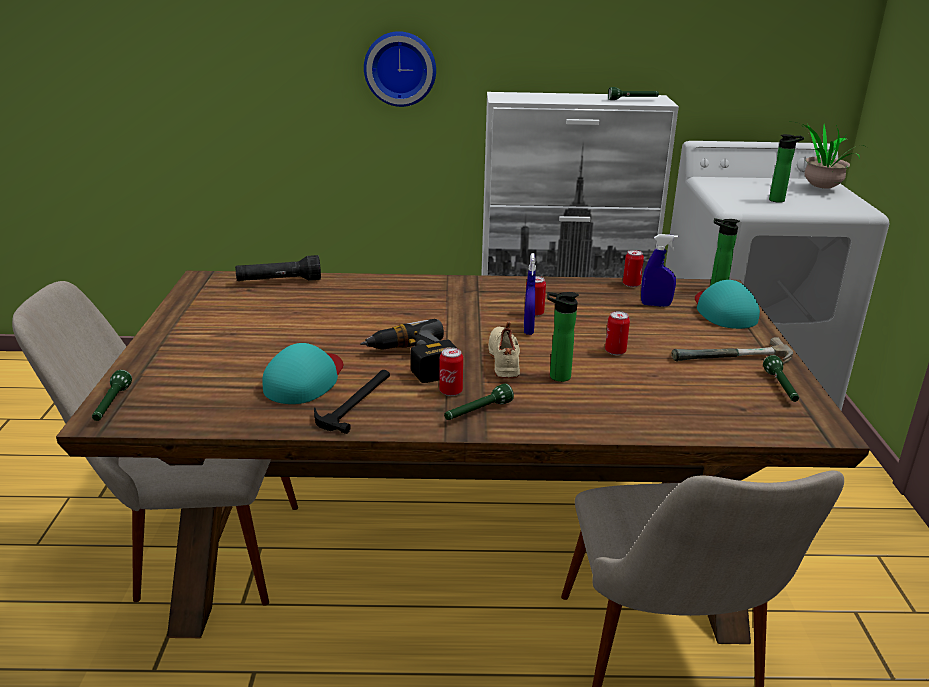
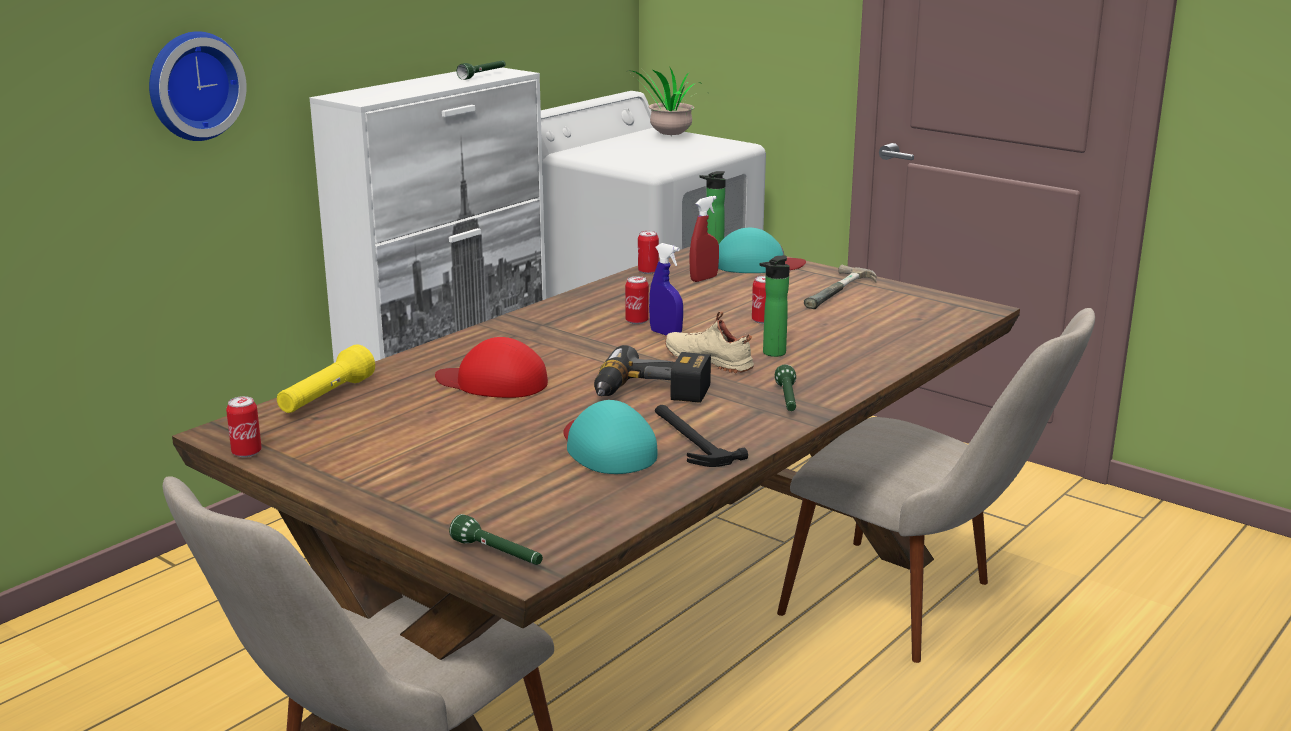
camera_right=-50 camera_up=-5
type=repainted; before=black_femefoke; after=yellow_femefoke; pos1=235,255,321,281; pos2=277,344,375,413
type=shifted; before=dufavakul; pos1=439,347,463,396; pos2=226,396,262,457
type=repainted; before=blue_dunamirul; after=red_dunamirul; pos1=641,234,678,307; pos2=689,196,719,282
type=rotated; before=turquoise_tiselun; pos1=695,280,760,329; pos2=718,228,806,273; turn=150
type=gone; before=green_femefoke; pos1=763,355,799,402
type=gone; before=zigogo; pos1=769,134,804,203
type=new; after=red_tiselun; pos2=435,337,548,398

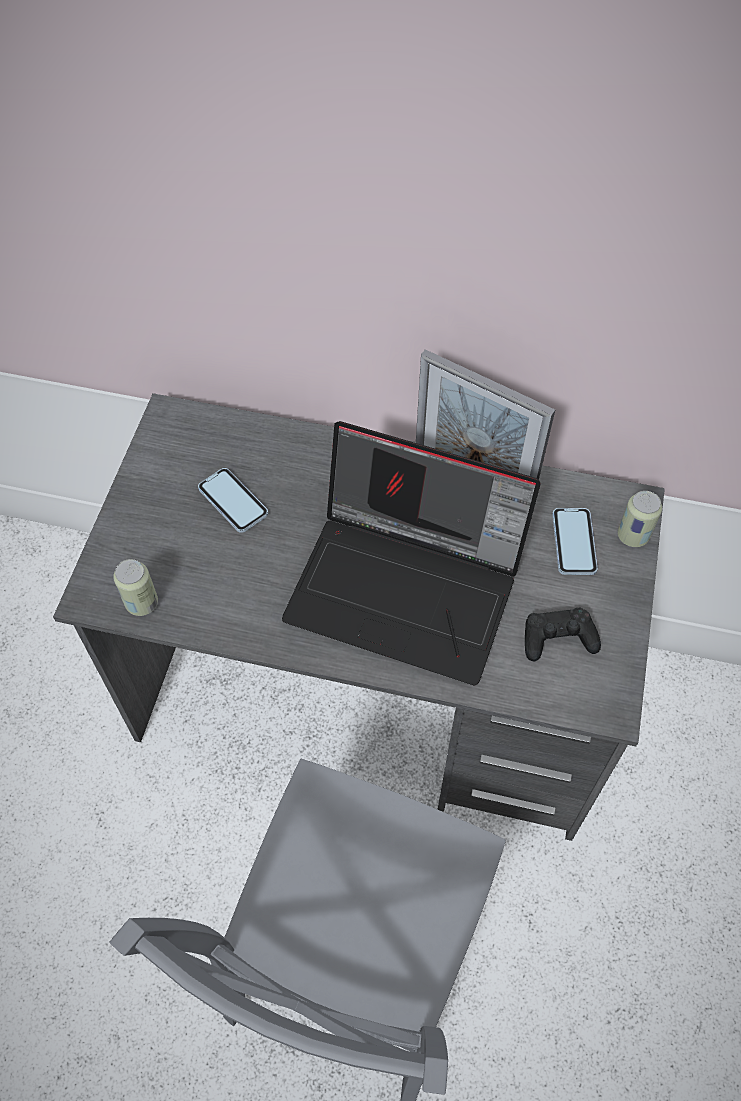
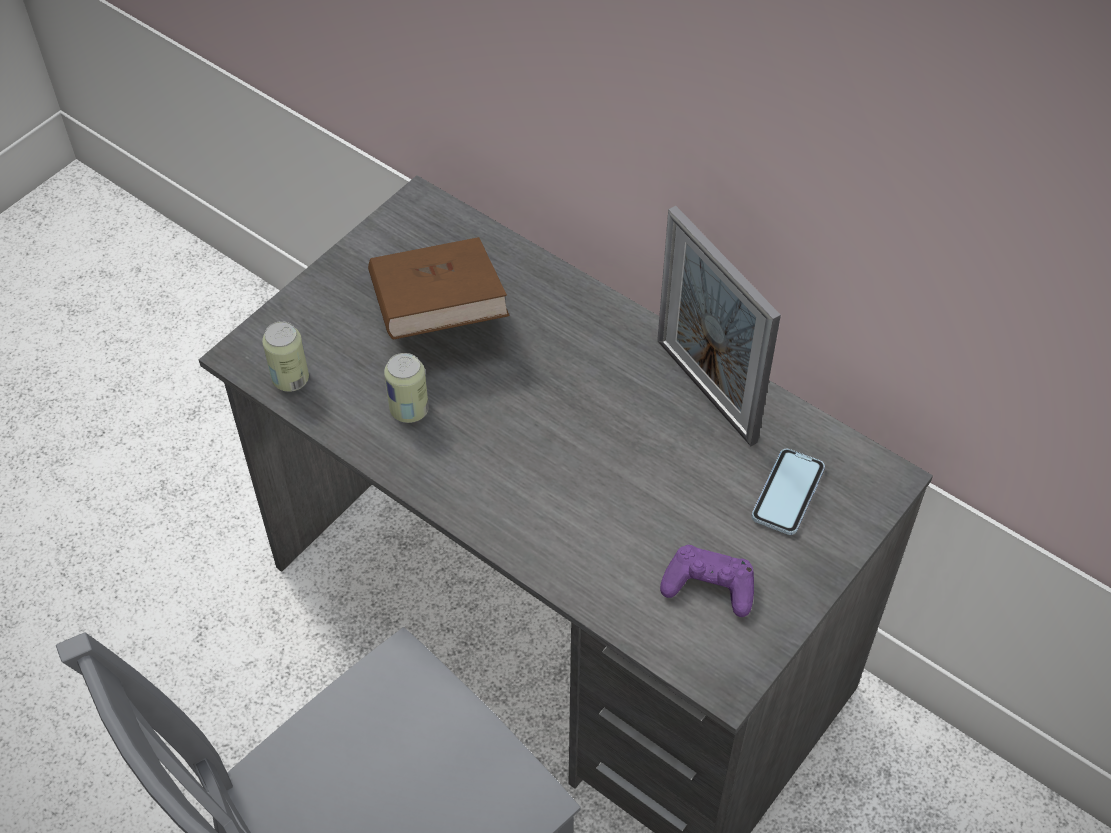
camera_right=25 camera_up=-5
type=swapped; before=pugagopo; after=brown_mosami; pos1=198,468,268,533; pos2=368,237,510,340
type=gone; before=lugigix; pos1=282,421,541,685
type=repainted; before=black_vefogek; after=purple_vefogek; pos1=525,608,601,661; pos2=660,545,754,617
type=shifted; before=dufavakul; pos1=617,491,662,547; pos2=384,353,429,423

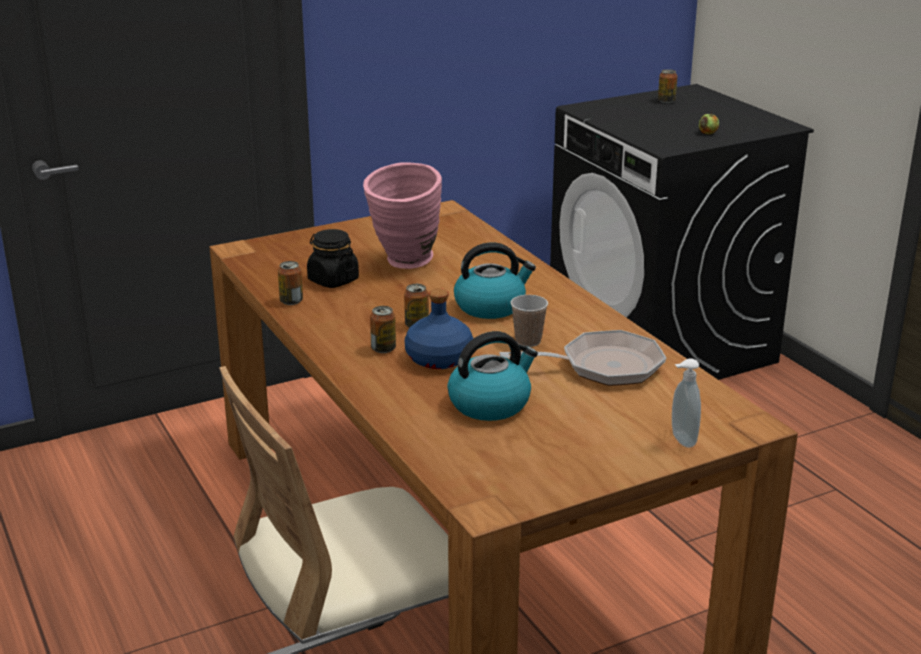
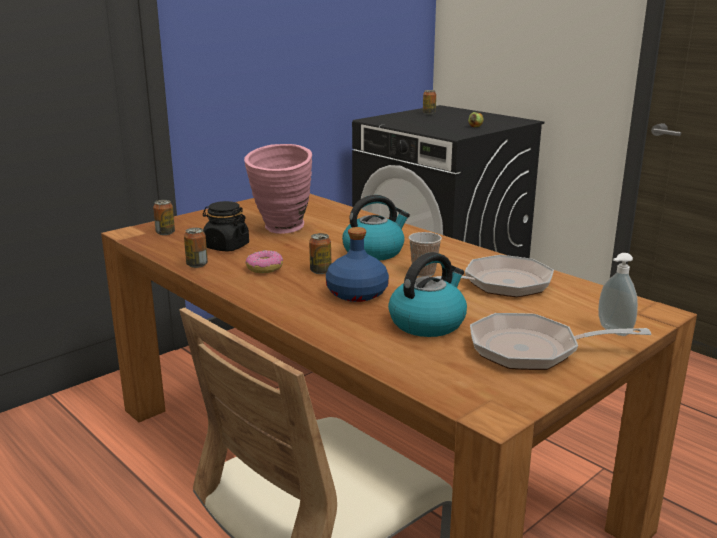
camera_right=-15 camera_up=-5
type=shifted; before=dufavakul; pos1=370,306,396,353; pos2=153,200,175,235
type=new; after=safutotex; pos2=246,250,283,273
type=new; after=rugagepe; pos2=470,313,651,370

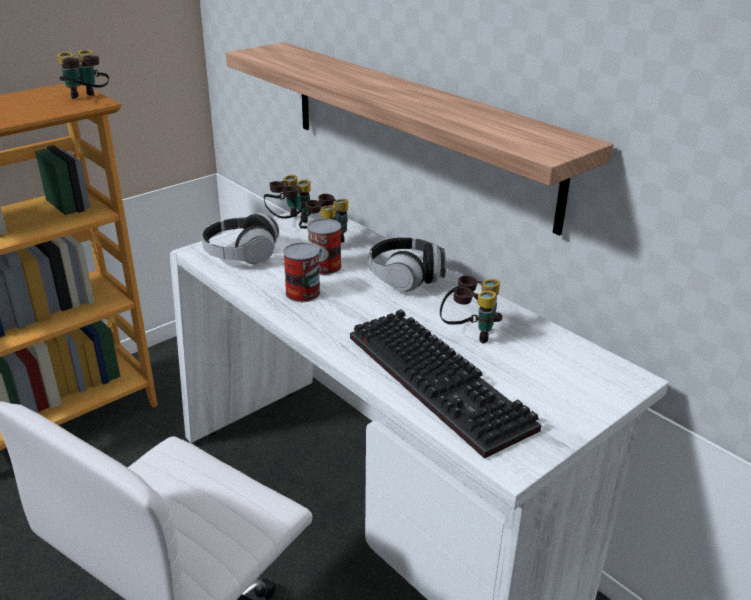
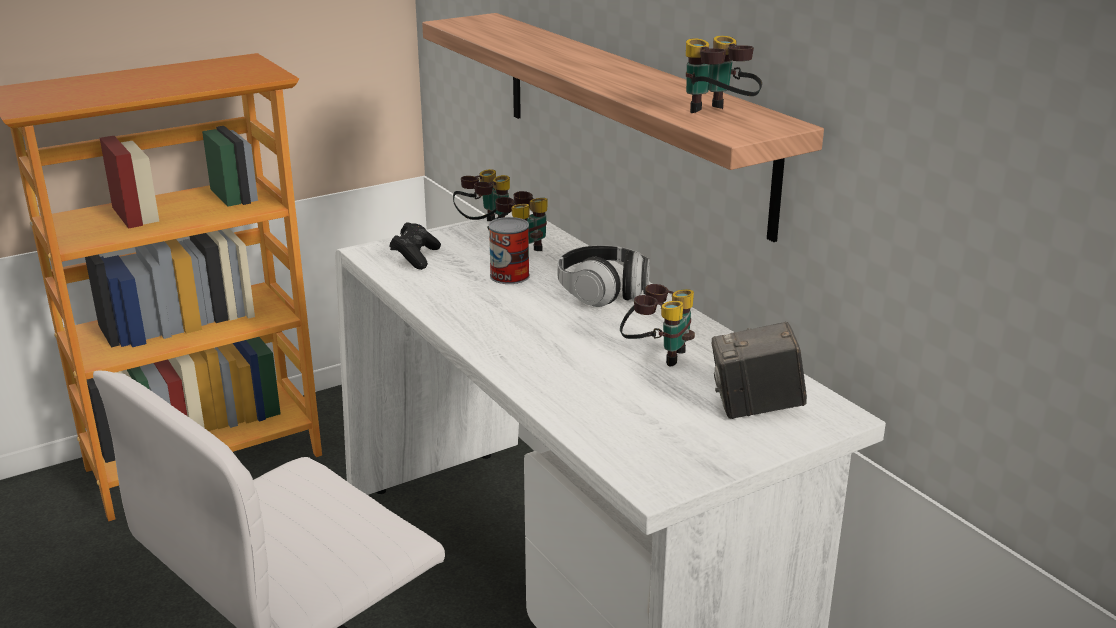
camera_right=10 camera_up=-5
type=shifted; before=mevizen; pos1=58,50,109,99; pos2=686,36,762,113
type=swapped; before=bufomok; after=black_vefogek; pos1=202,213,279,264; pos2=389,222,441,270
type=gone; before=dufavakul; pos1=283,242,320,302
type=gone; before=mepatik; pos1=350,309,541,459
type=new; after=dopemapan; pos2=712,321,807,419

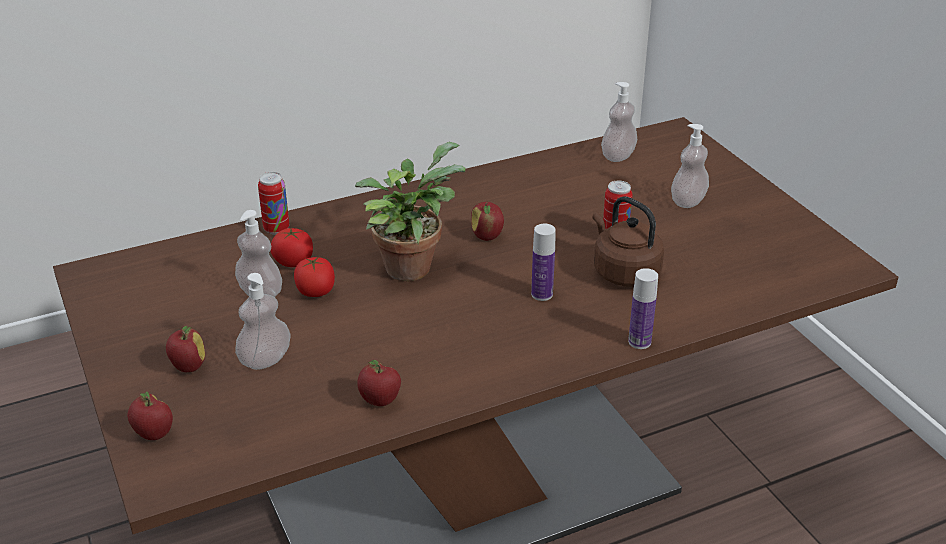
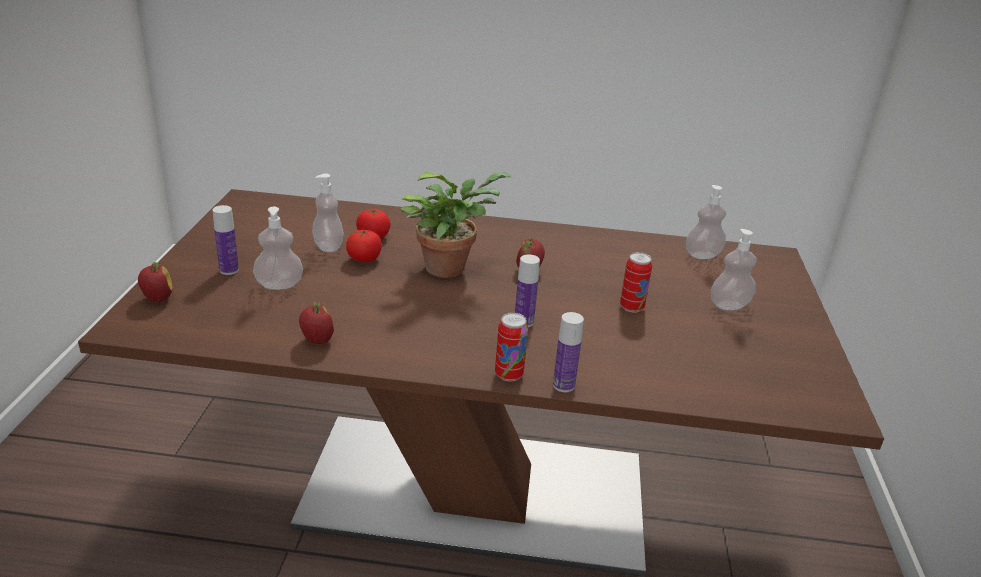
camera_right=30 camera_up=-5
type=swapped; before=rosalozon; after=zigogo; pos1=166,326,205,372; pos2=213,205,239,275
type=shifted; before=dufavakul; pos1=258,172,289,235; pos2=495,313,528,382
type=gone; before=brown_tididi; pos1=593,196,664,287

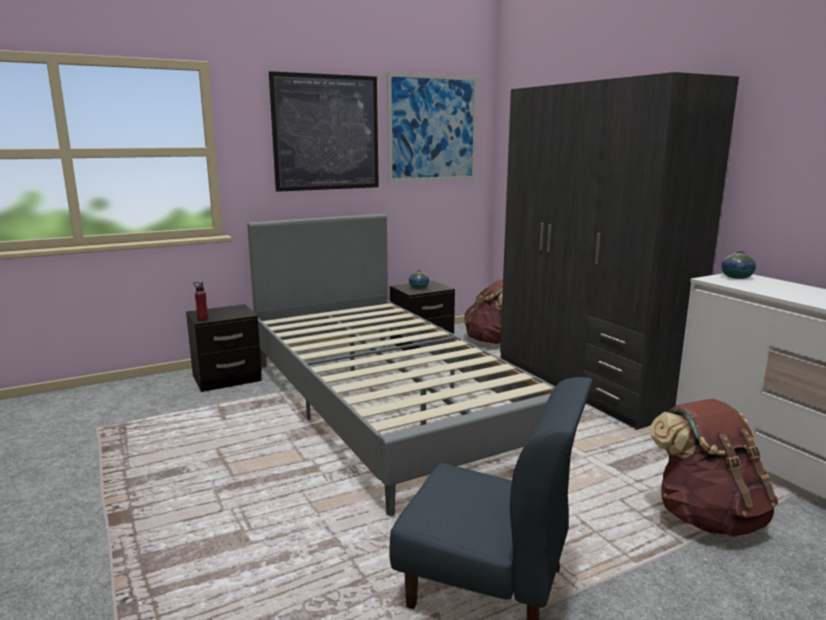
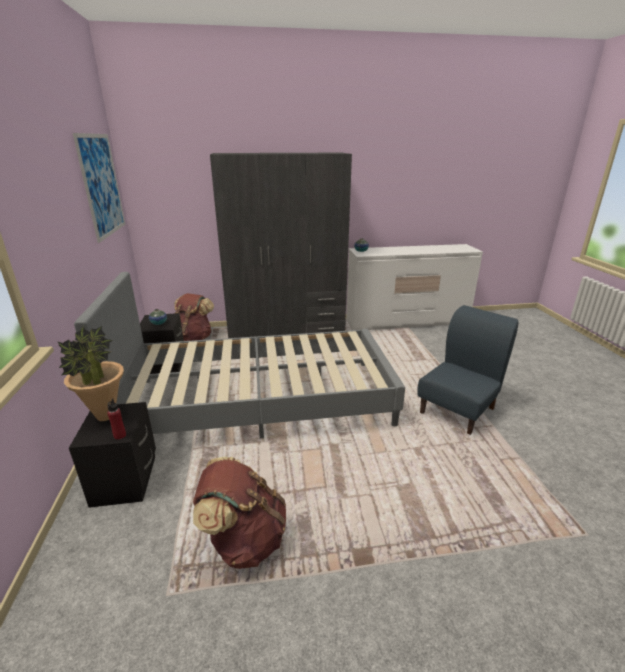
camera_right=-70 camera_up=10
type=gone; before=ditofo; pos1=269,71,379,192
type=shifted; before=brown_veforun; pos1=650,399,778,537; pos2=193,457,286,569
type=new; after=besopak; pos2=58,326,124,421

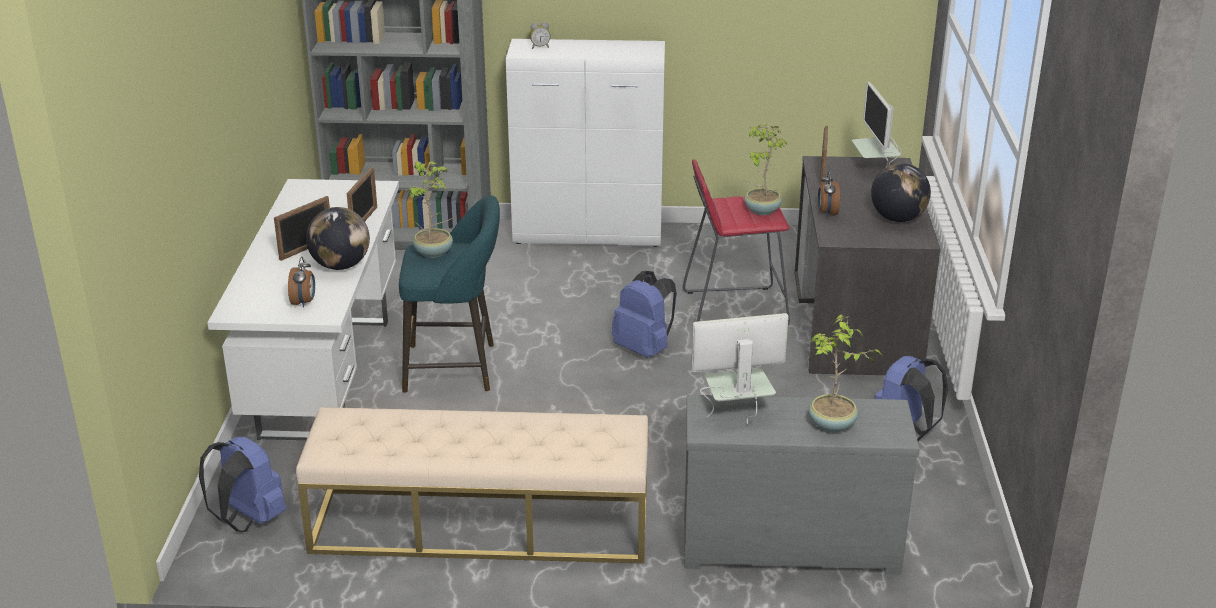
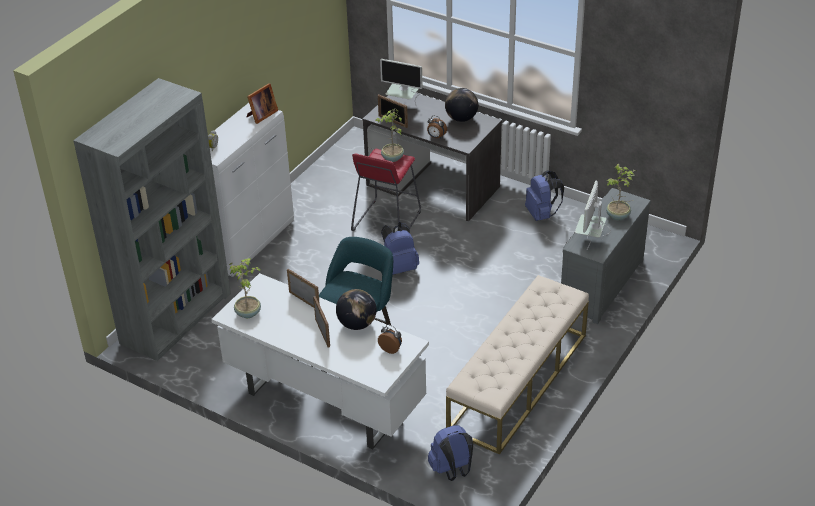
camera_right=-60 camera_up=10
type=shifted; before=besopak; pos1=407,161,453,258; pos2=229,258,261,318
type=new; after=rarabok; pos2=247,83,278,124

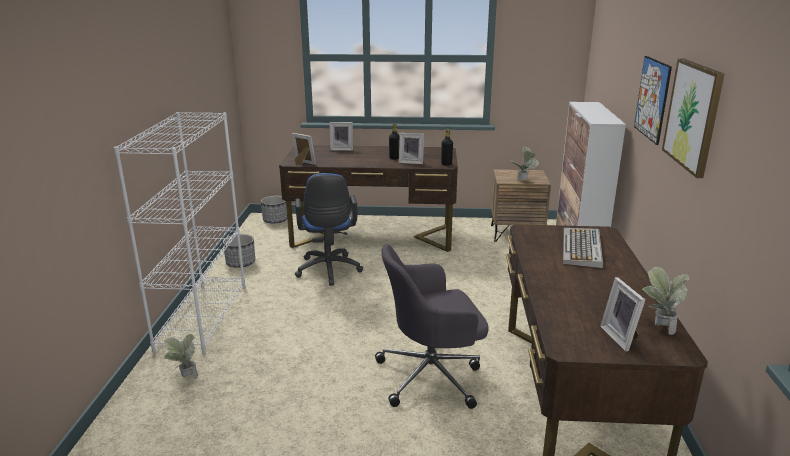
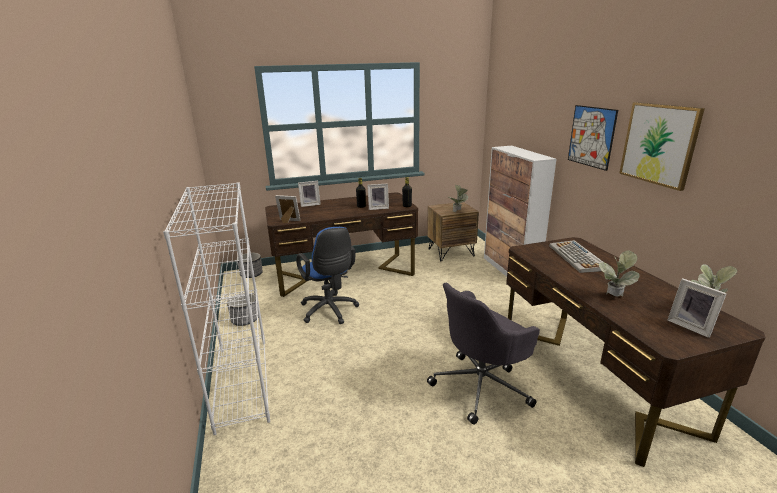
camera_right=-20 camera_up=0
type=shifted; before=besopak; pos1=164,334,198,379; pos2=599,250,640,297

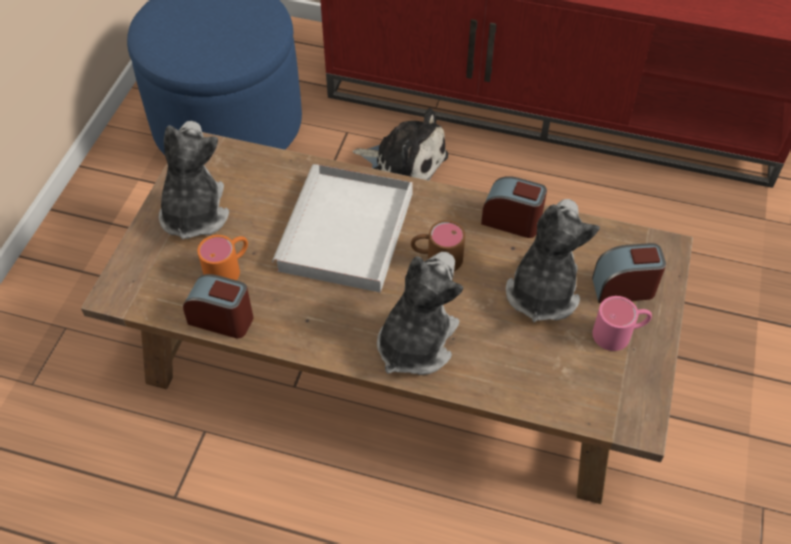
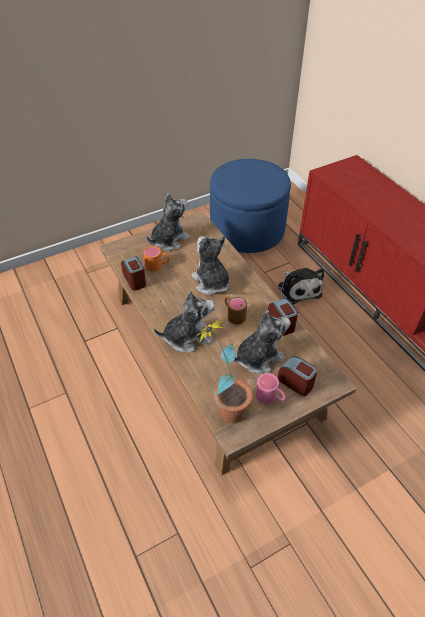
camera_right=45 camera_up=-5
type=swapped; before=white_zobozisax; after=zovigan; pos1=272,164,413,293; pos2=191,236,230,295
type=new; after=besopak; pos2=195,319,253,423

